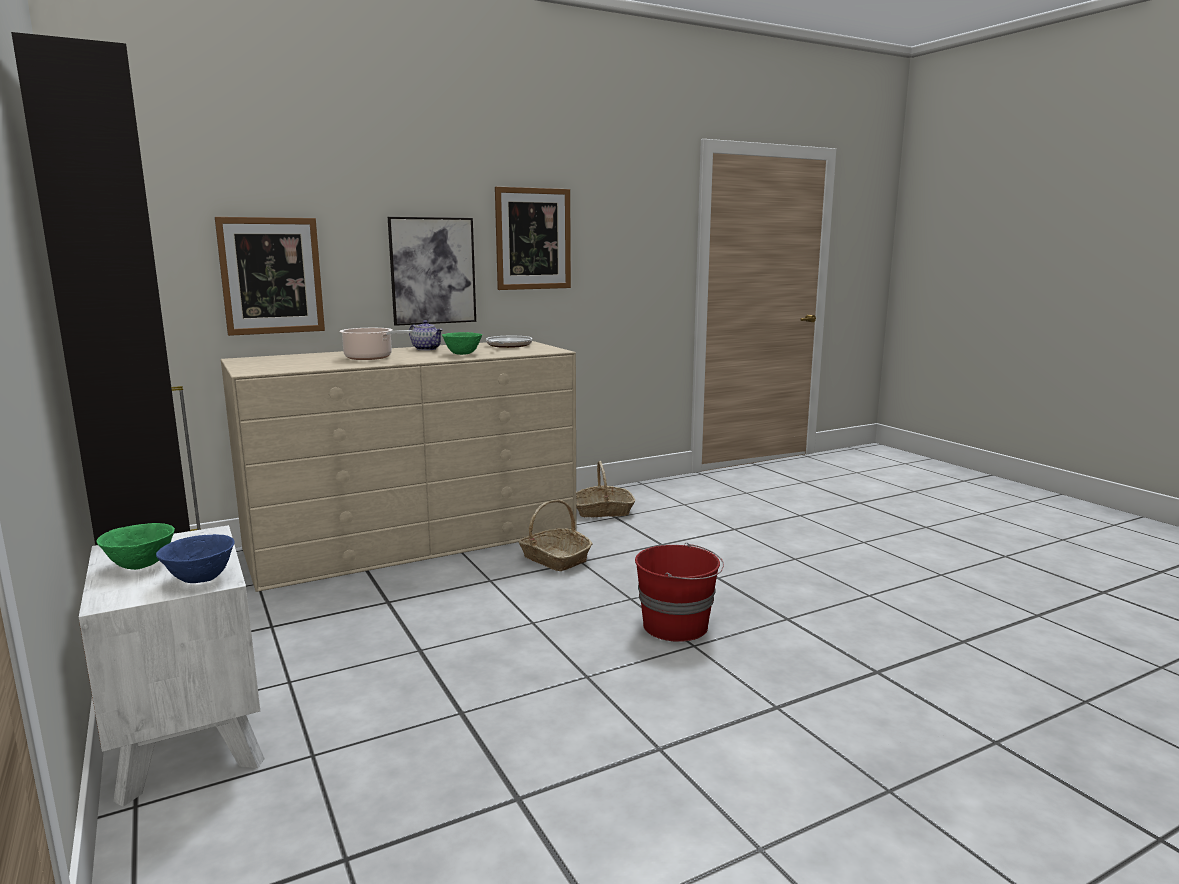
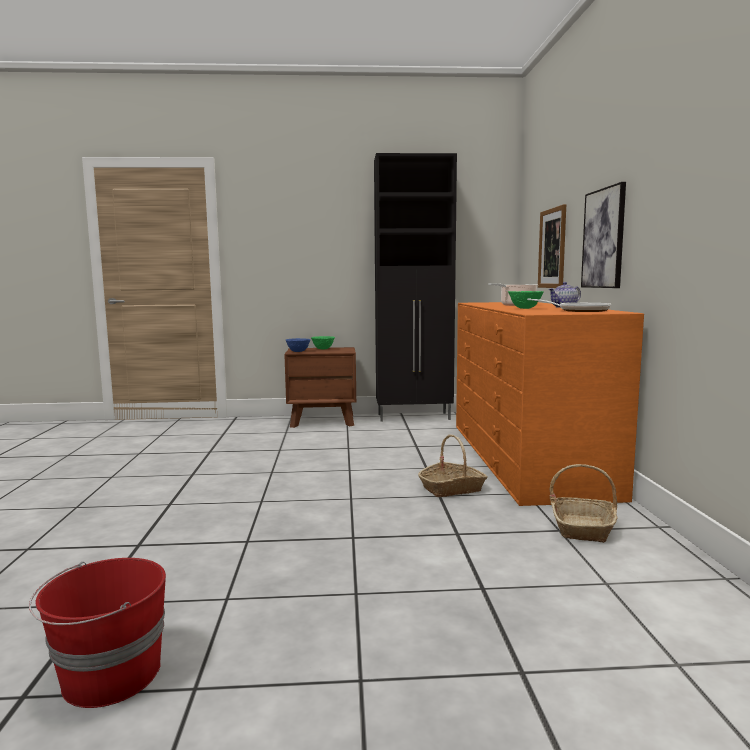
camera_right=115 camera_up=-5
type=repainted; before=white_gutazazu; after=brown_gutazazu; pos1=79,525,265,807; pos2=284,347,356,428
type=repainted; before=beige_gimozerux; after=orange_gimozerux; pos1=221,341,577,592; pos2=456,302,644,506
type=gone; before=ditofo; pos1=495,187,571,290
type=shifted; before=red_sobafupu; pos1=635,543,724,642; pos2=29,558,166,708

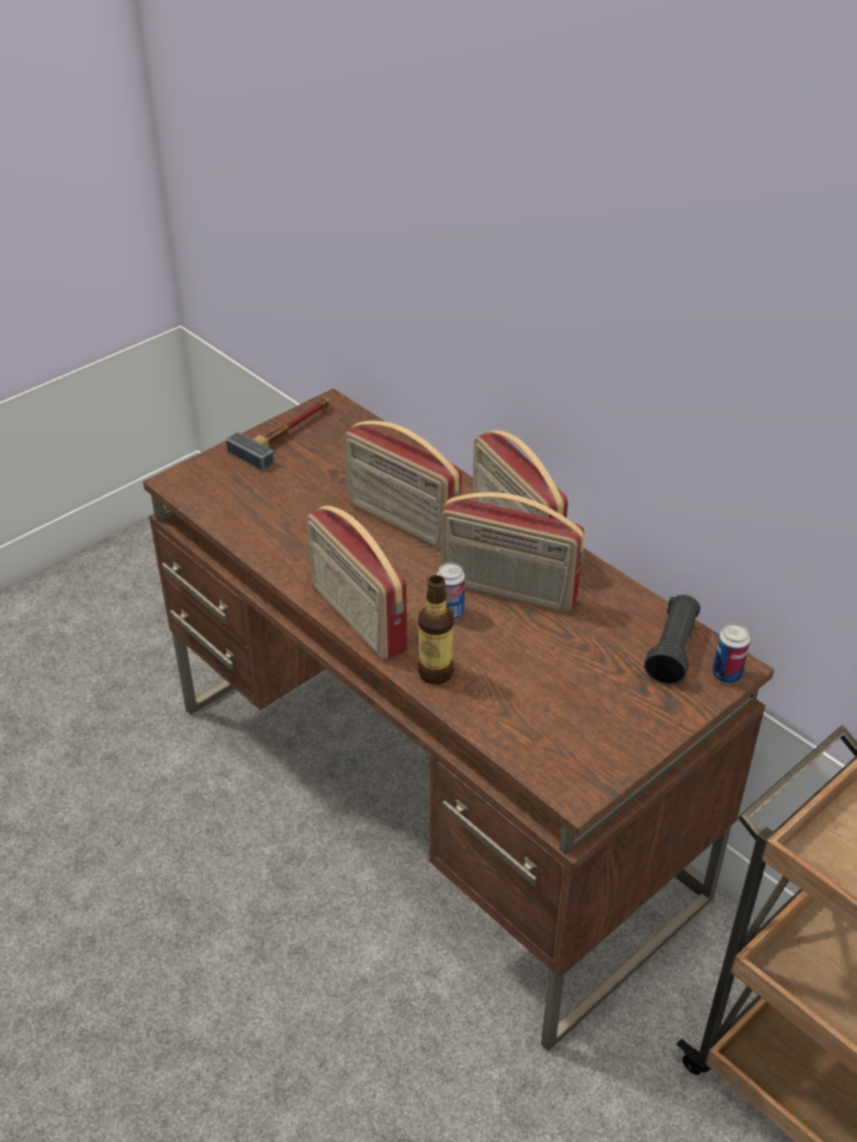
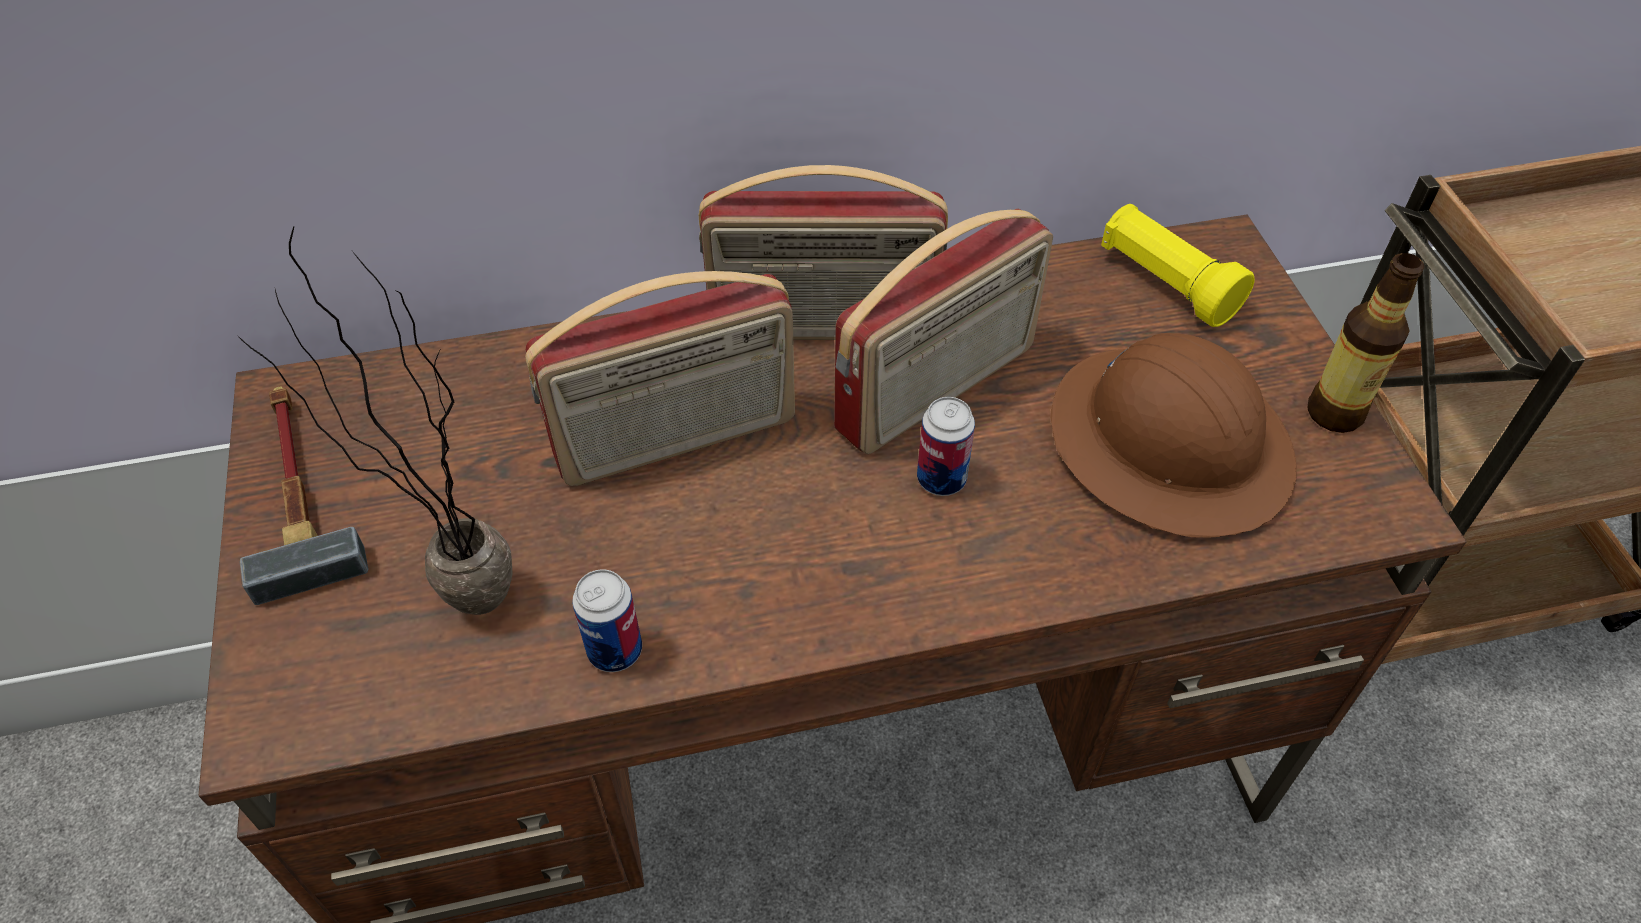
camera_right=-60 camera_up=10
type=gone; before=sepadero; pos1=306,505,408,660
type=shifted; before=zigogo; pos1=418,575,454,684; pos2=1308,253,1425,433
type=repainted; before=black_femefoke; after=yellow_femefoke; pos1=644,595,700,685; pos2=1101,204,1255,327
type=shifted; before=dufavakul; pos1=712,623,750,684; pos2=572,569,642,672
type=new; after=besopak; pos2=235,227,513,615
type=new; after=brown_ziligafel; pos2=1050,333,1297,538

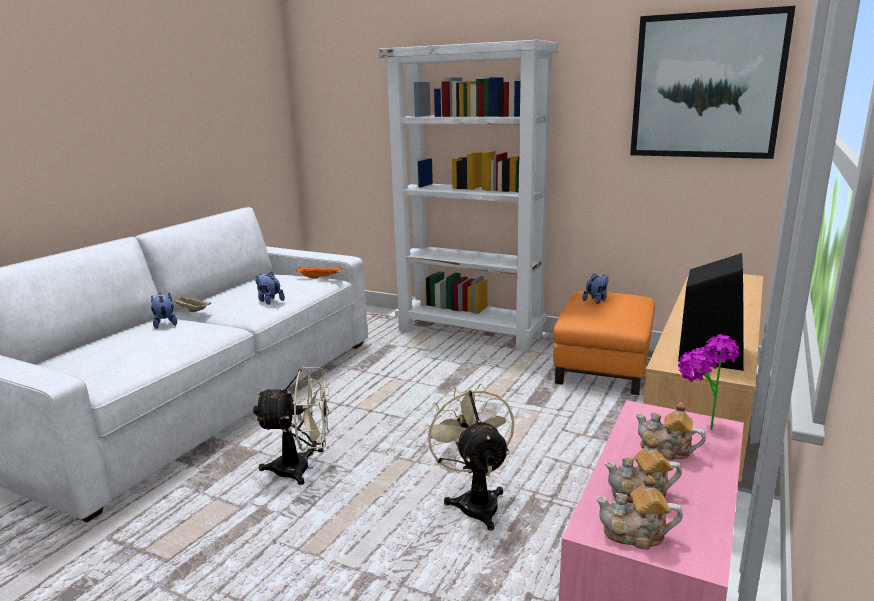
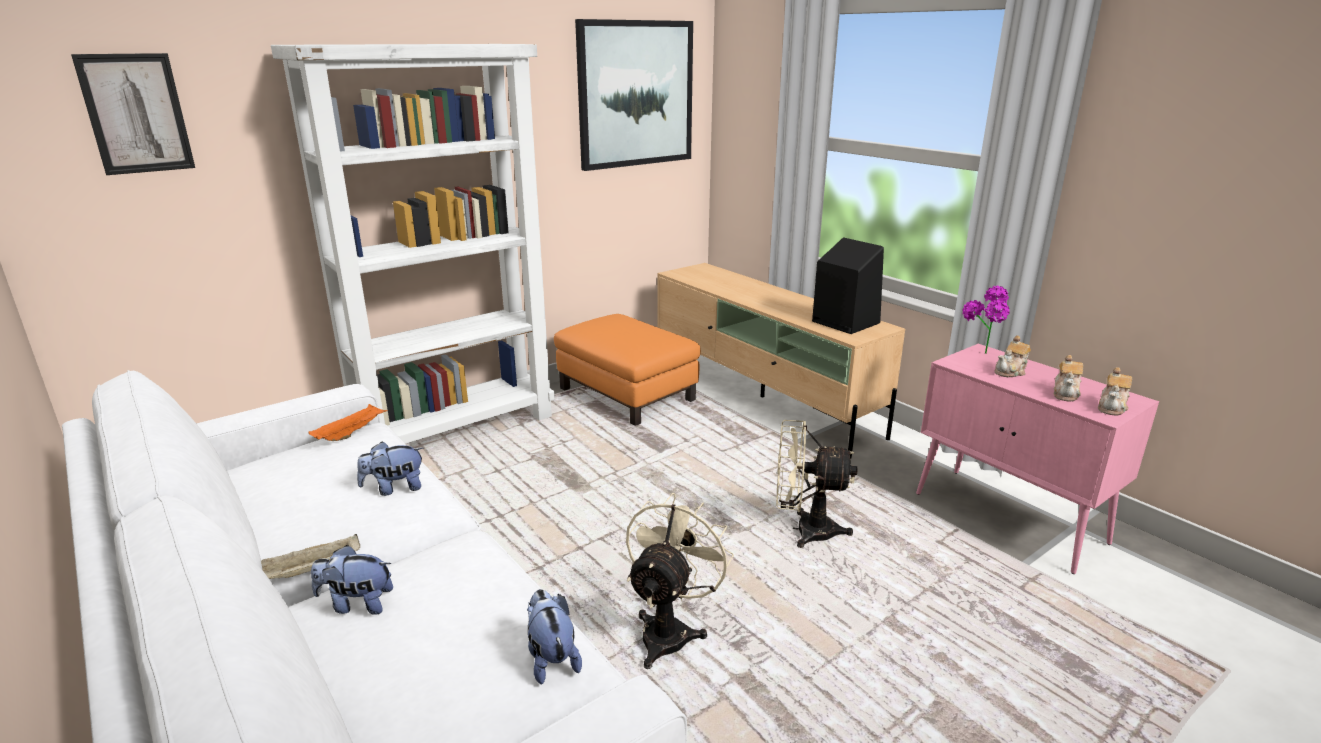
camera_right=-65 camera_up=5
type=shifted; before=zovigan; pos1=582,273,608,304; pos2=527,589,582,685
type=new; after=ditofo; pos2=71,53,195,175

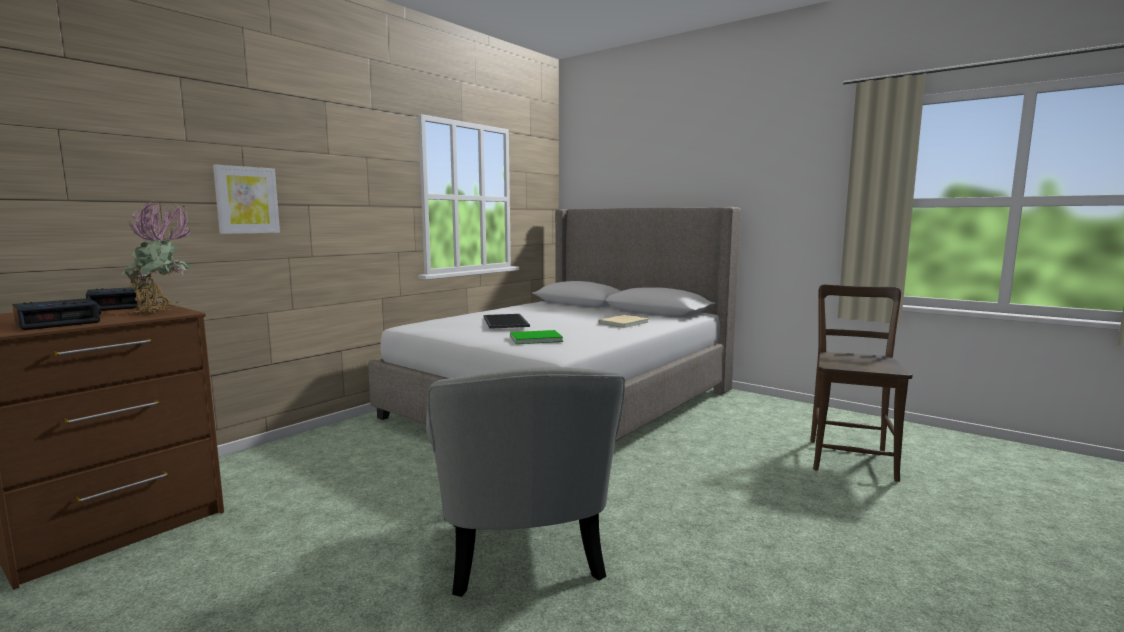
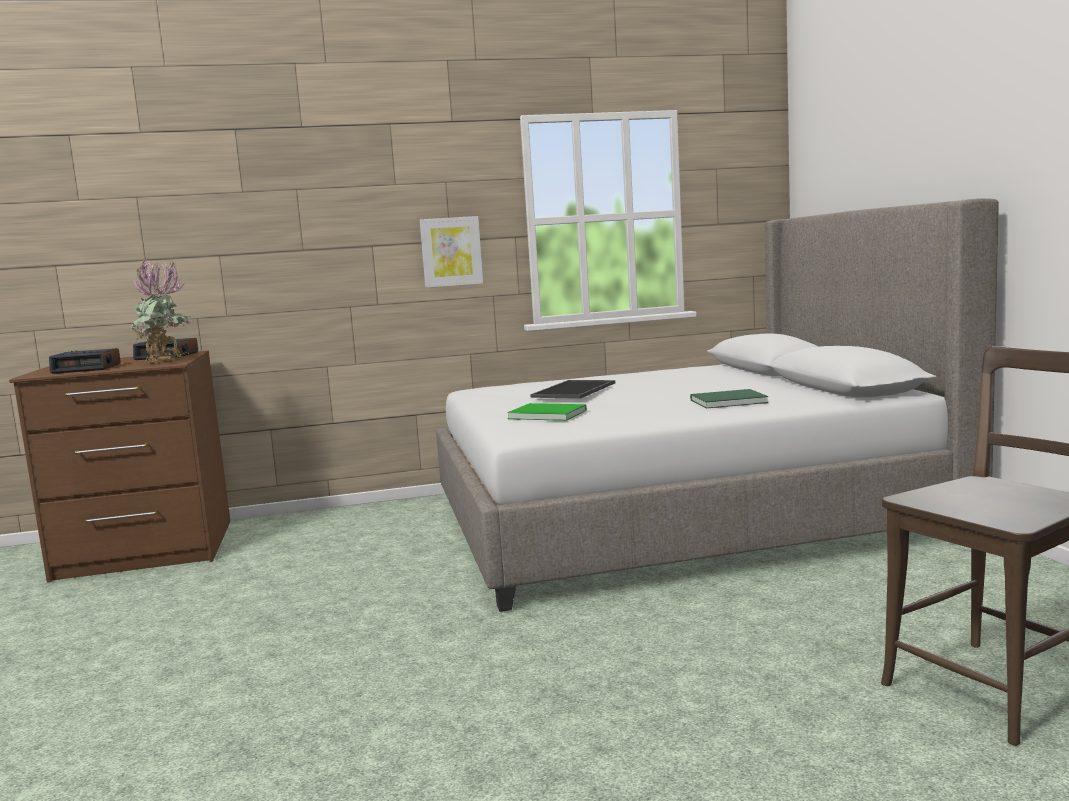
camera_right=40 camera_up=0
type=shifted; before=ditofo; pos1=213,165,280,234; pos2=420,216,483,288
type=gone; before=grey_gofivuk; pos1=426,367,625,597
type=repainted; before=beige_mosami; after=green_mosami; pos1=599,315,649,328; pos2=690,389,769,408

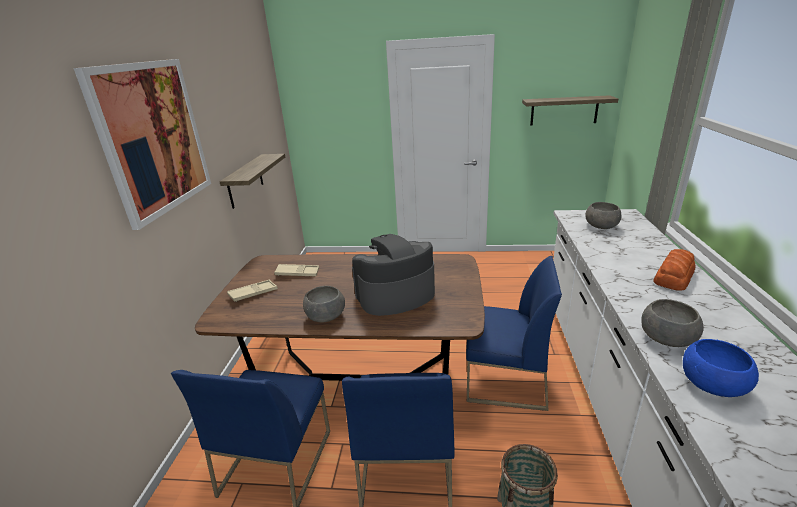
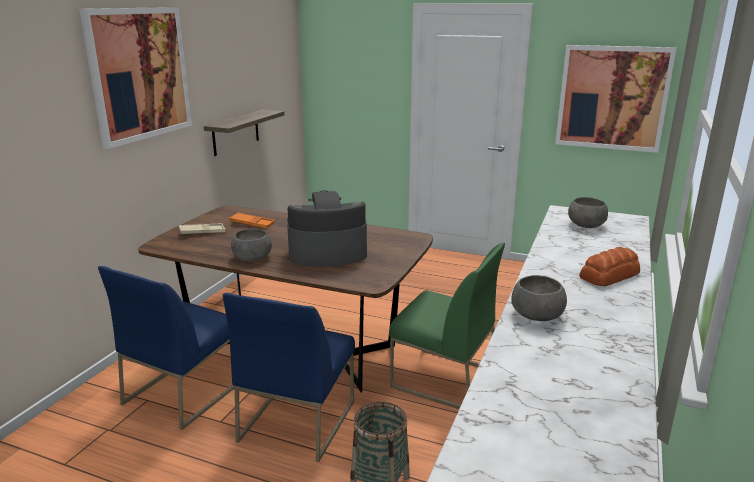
camera_right=15 camera_up=-5
type=repainted; before=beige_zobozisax; after=orange_zobozisax; pos1=274,264,319,276; pos2=229,212,275,228
type=repainted; before=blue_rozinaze; after=green_rozinaze; pos1=466,256,562,411; pos2=389,243,505,409
type=swapped; before=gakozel; after=ditofo; pos1=522,95,618,126; pos2=555,45,677,153
type=gone; before=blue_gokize; pos1=683,339,759,397

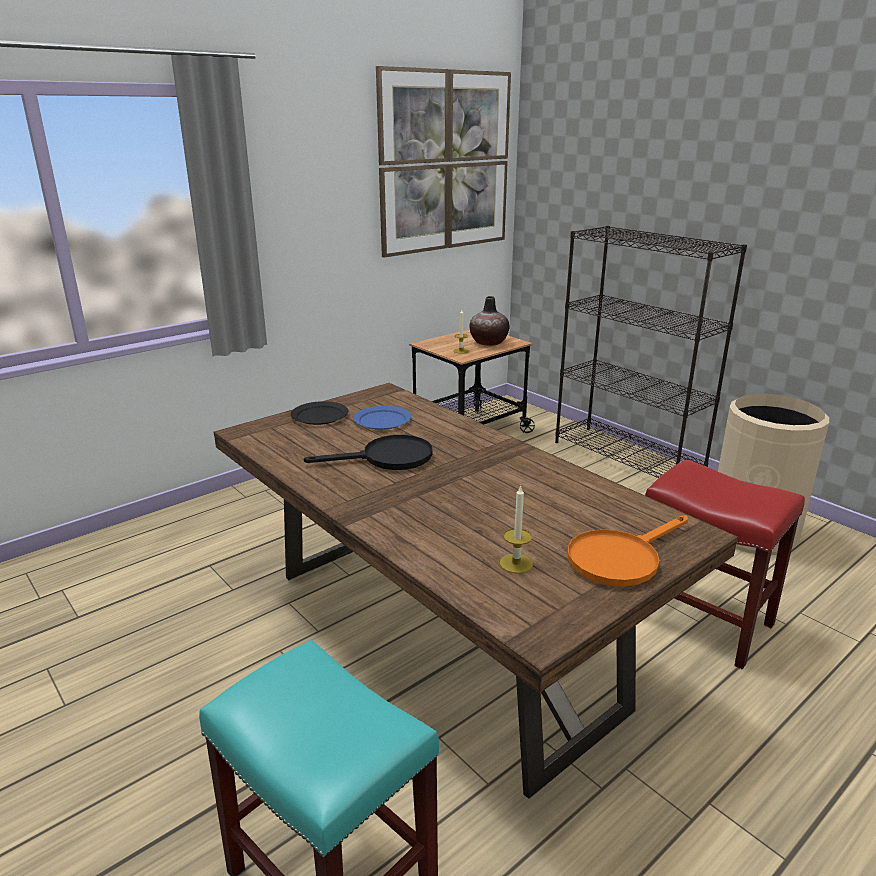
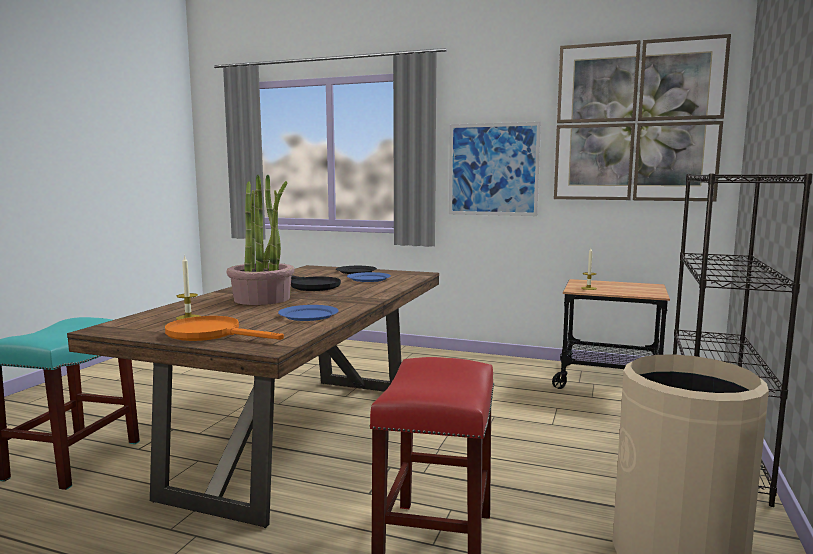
camera_right=60 camera_up=-15
type=gone; before=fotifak; pos1=470,296,509,346
type=new; after=besopak; pos2=227,175,295,305
type=new; after=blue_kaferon; pos2=278,305,338,321
type=new; after=ditofo; pos2=449,122,541,216

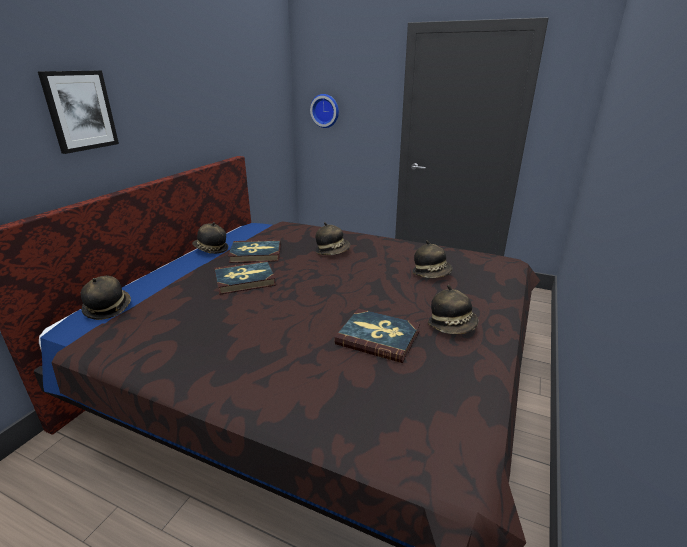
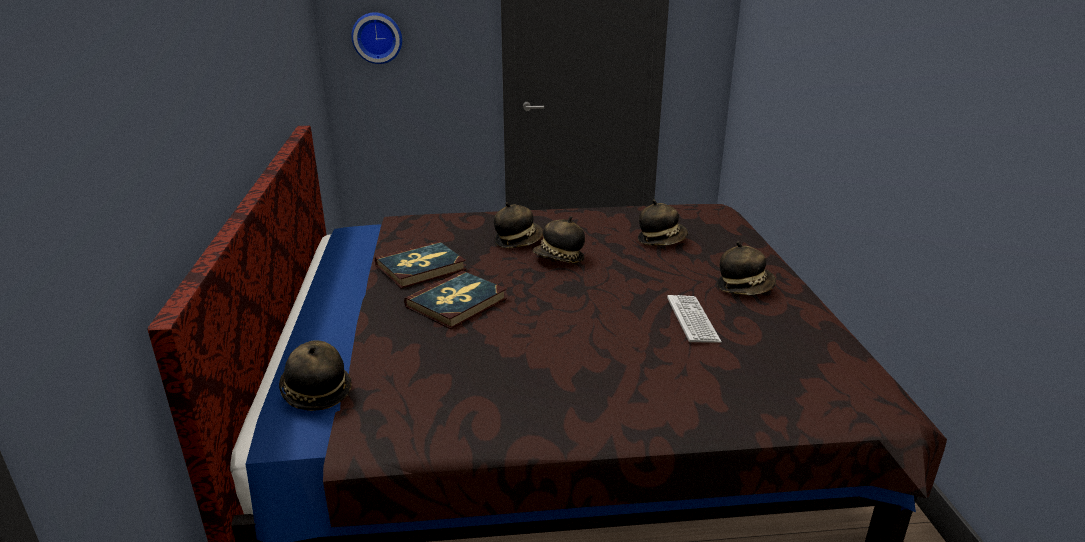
camera_right=-30 camera_up=0
type=gone; before=ditofo; pos1=38,70,119,154
type=shifted; before=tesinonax; pos1=192,222,228,254; pos2=533,216,585,263
type=swapped; before=mosami; after=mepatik; pos1=334,308,420,363; pos2=667,295,722,343

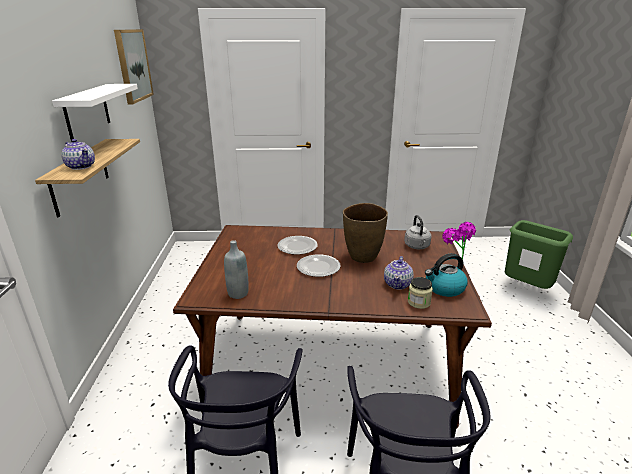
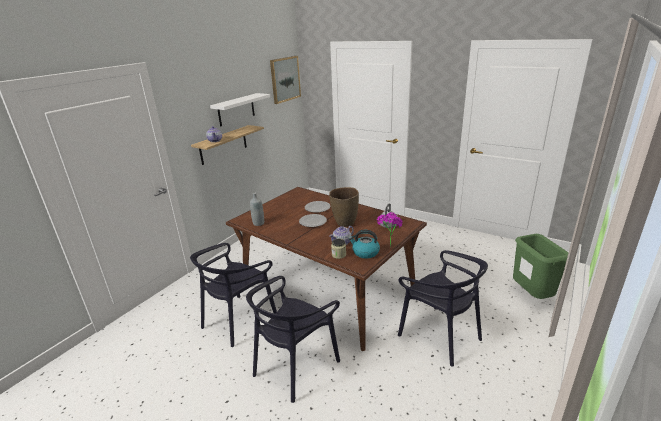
camera_right=35 camera_up=0
type=new; after=black_rozinaze; pos2=398,250,488,367

